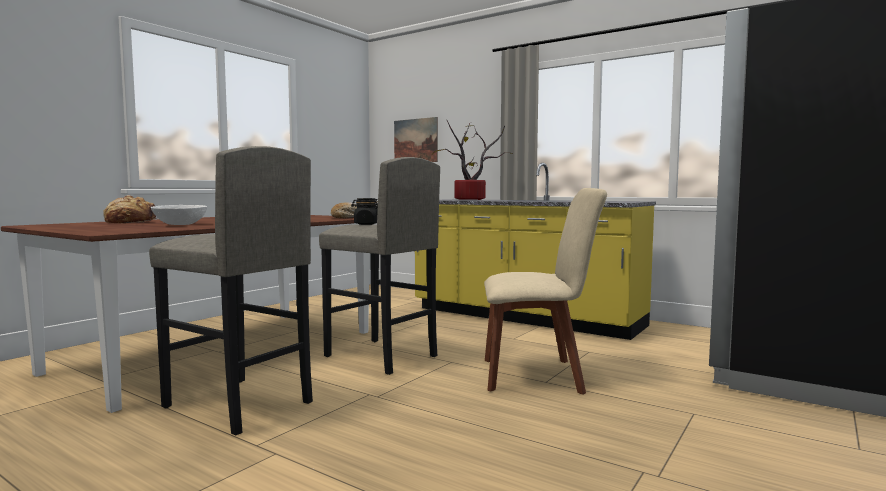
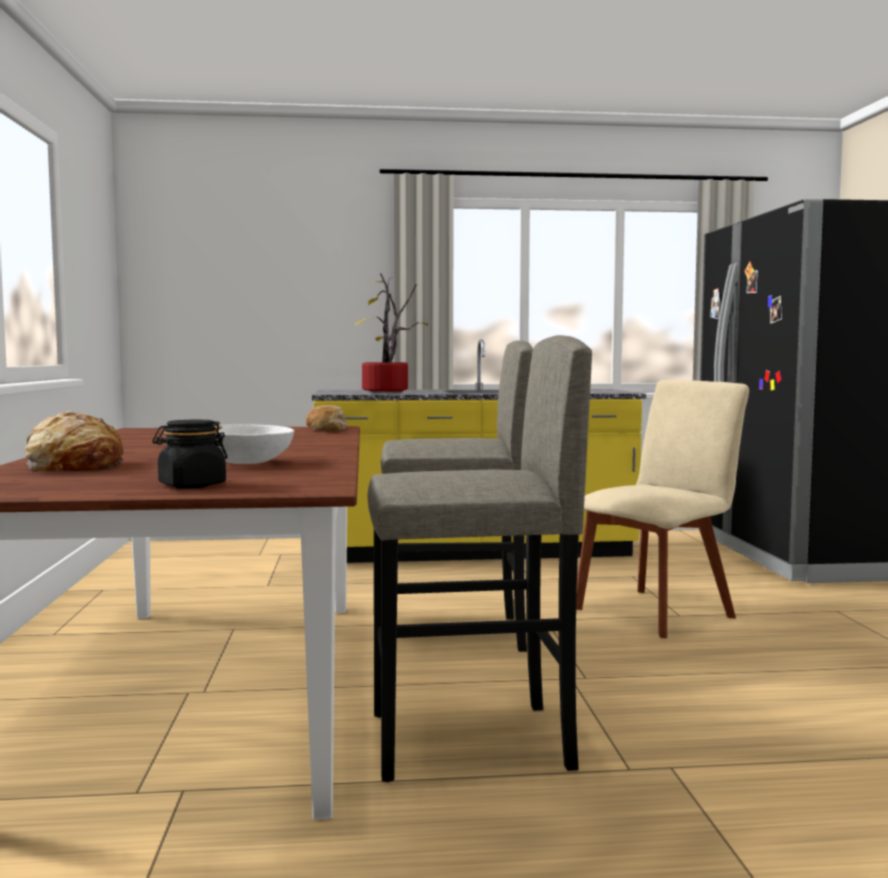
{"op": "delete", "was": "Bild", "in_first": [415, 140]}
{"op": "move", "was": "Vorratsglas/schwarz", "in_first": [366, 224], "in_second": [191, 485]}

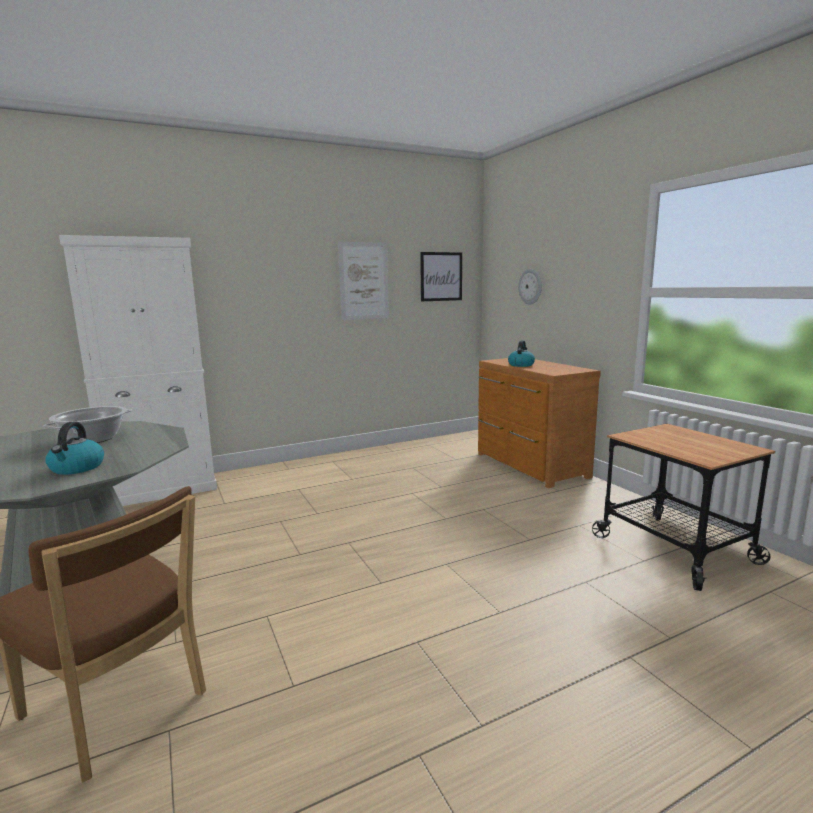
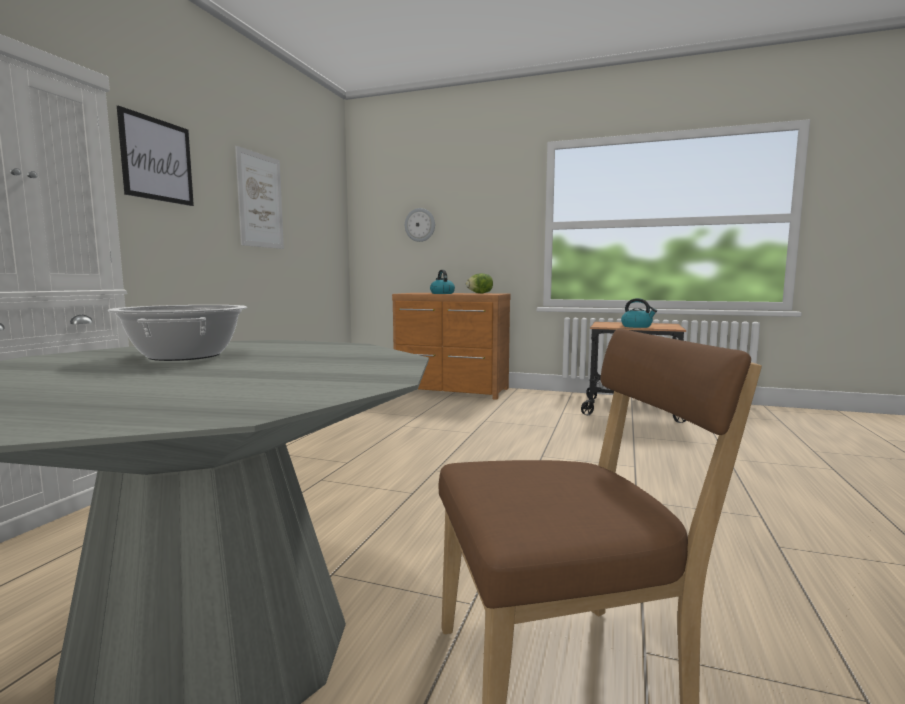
{"op": "insert", "now": "Salatkopf", "in_second": [479, 293]}
{"op": "move", "was": "Wasserkessel", "in_first": [77, 468], "in_second": [637, 326]}
{"op": "move", "was": "Bild", "in_first": [441, 276], "in_second": [157, 160]}

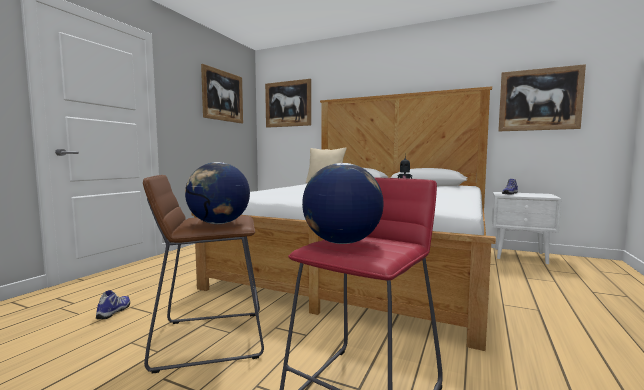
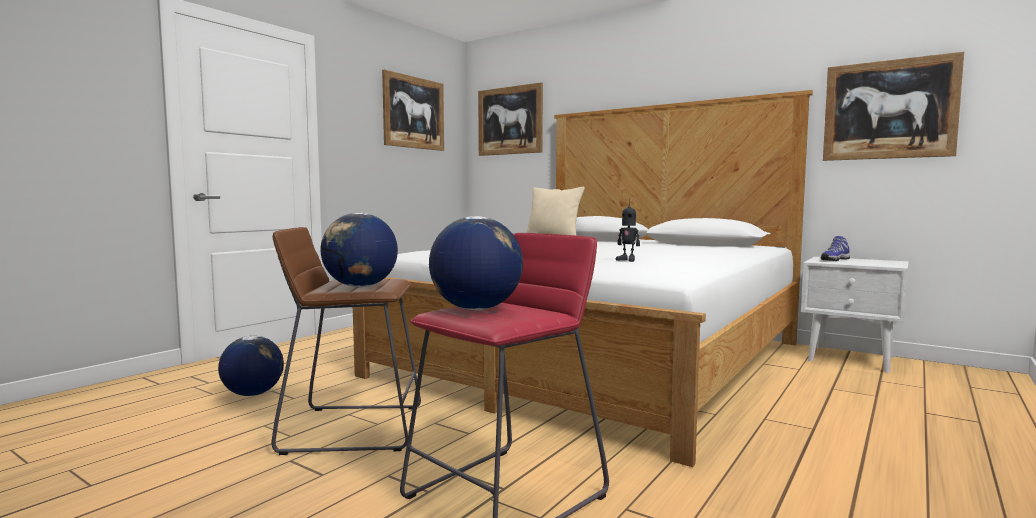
{"op": "replace", "was": "Schuh", "now": "Globus", "in_first": [115, 311], "in_second": [252, 394]}

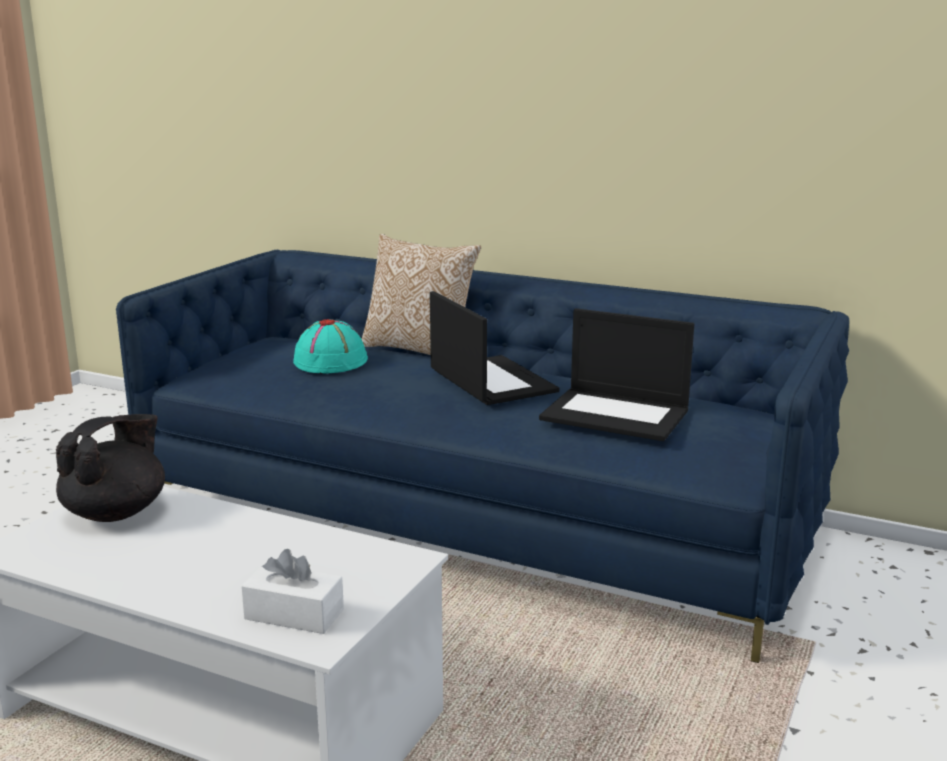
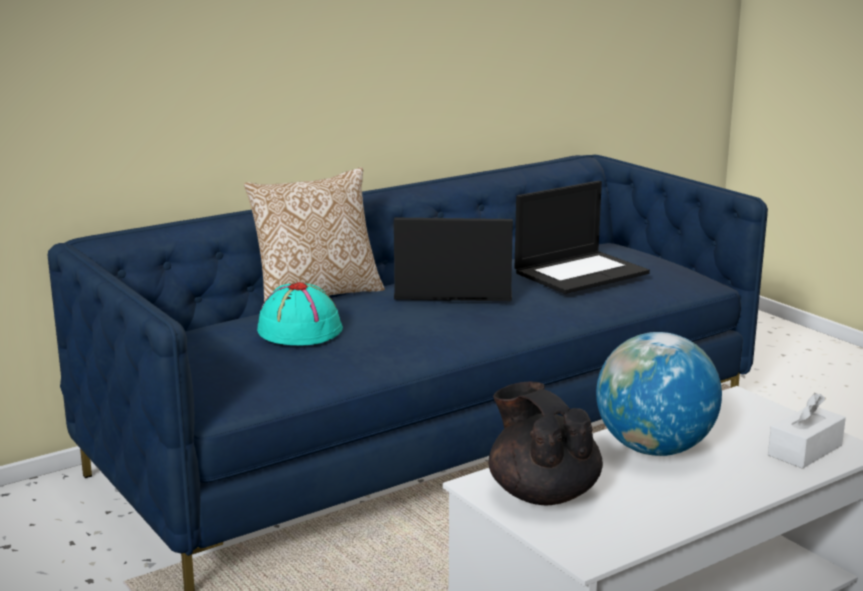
{"op": "insert", "now": "Globus", "in_second": [654, 449]}

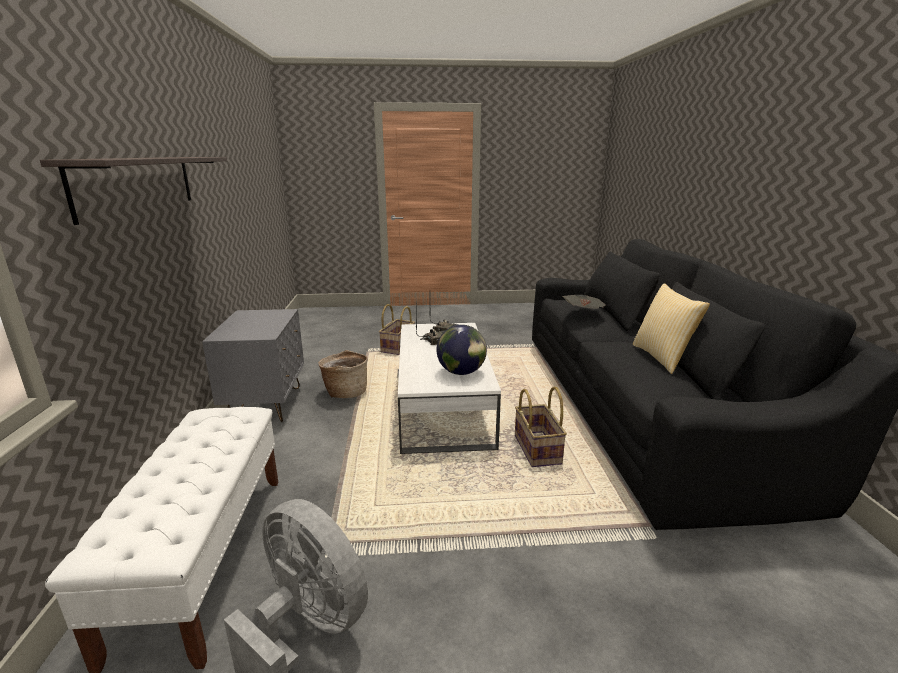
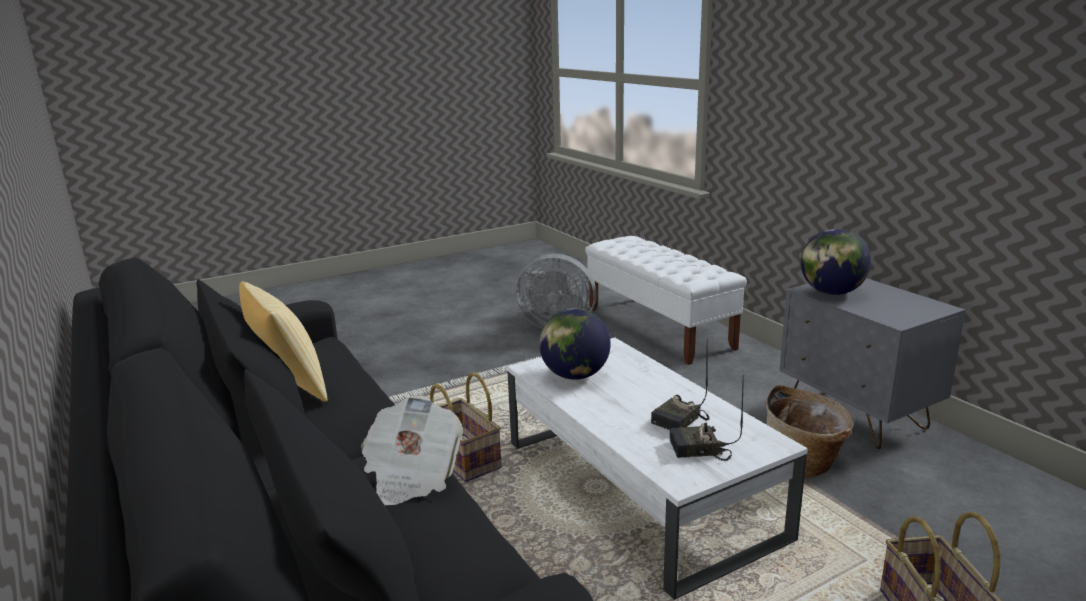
{"op": "delete", "was": "Wandregal", "in_first": [138, 184]}
{"op": "insert", "now": "Globus", "in_second": [831, 292]}

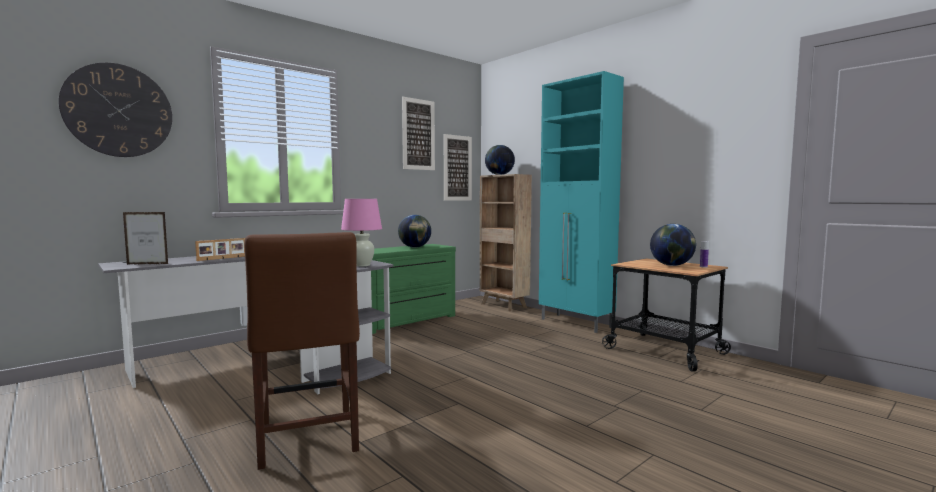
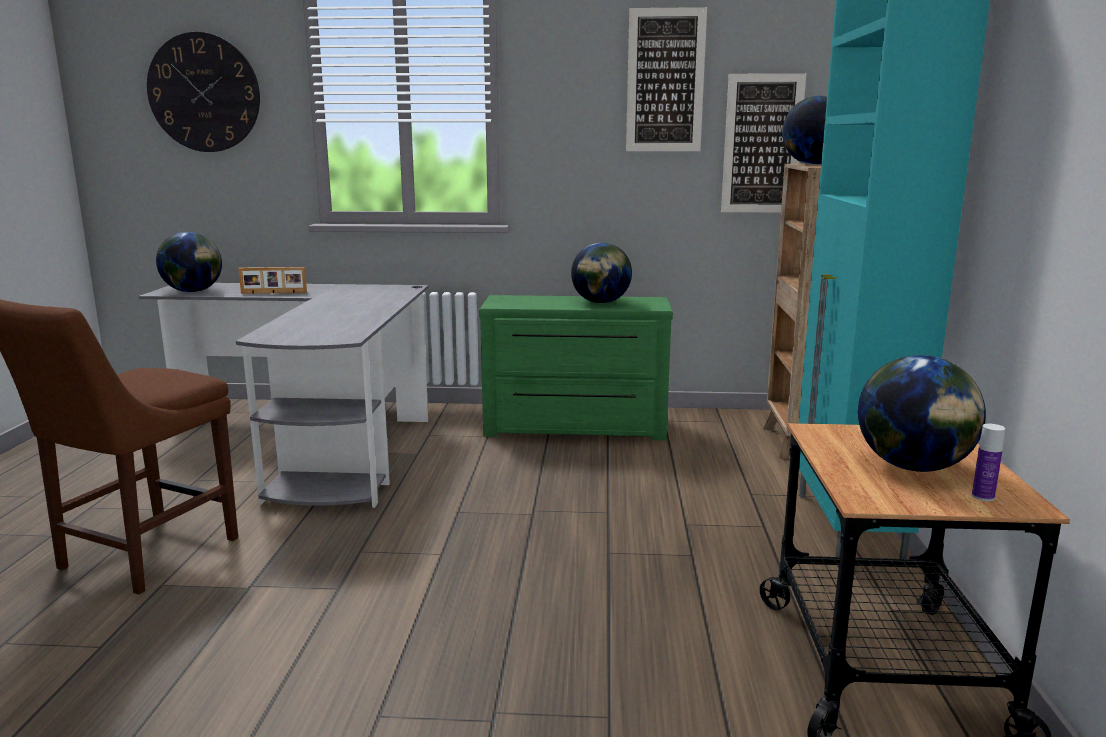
{"op": "delete", "was": "Tischlampe/rosa", "in_first": [362, 265]}
{"op": "replace", "was": "Bilderrahmen", "now": "Globus", "in_first": [147, 264], "in_second": [193, 291]}

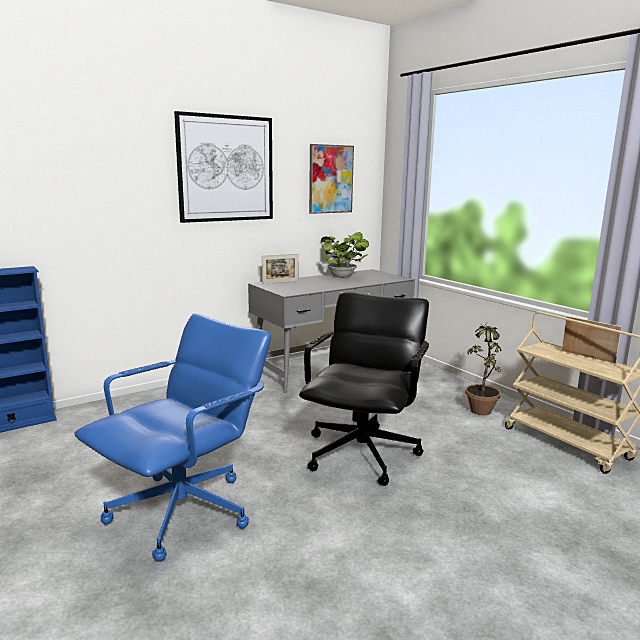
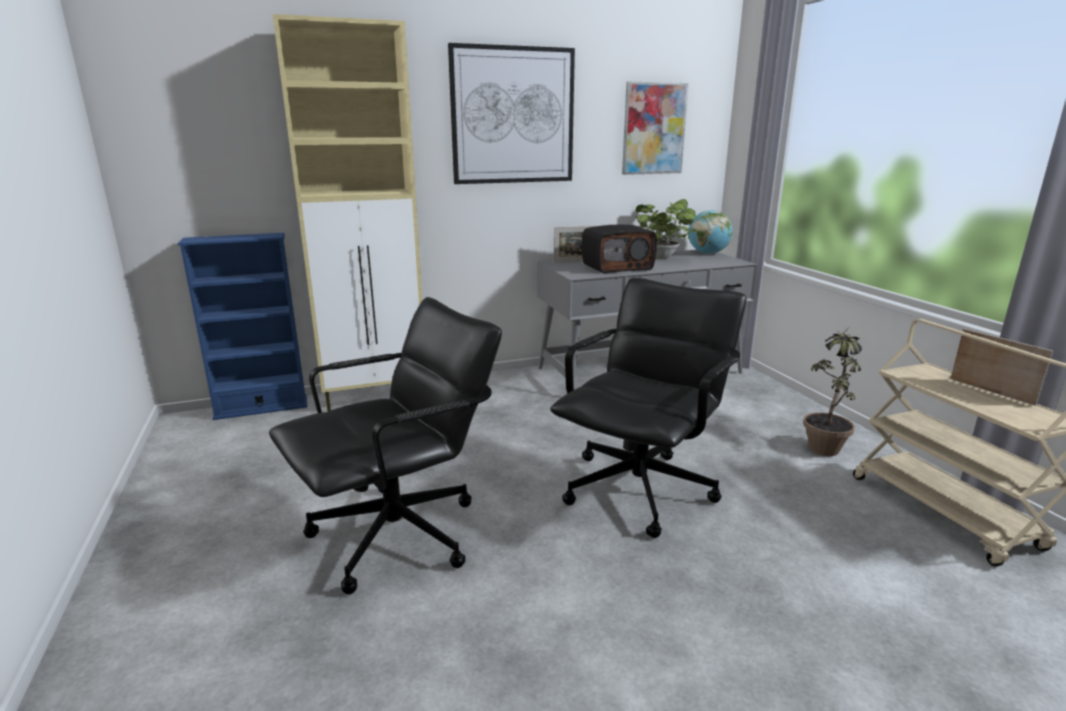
{"op": "insert", "now": "Schrank/beige", "in_second": [377, 398]}
{"op": "insert", "now": "Radio", "in_second": [617, 267]}
{"op": "insert", "now": "Globus", "in_second": [708, 253]}
{"op": "recolor", "was": "Bürostuhl/blau", "now": "Bürostuhl/schwarz", "in_first": [184, 512], "in_second": [398, 535]}

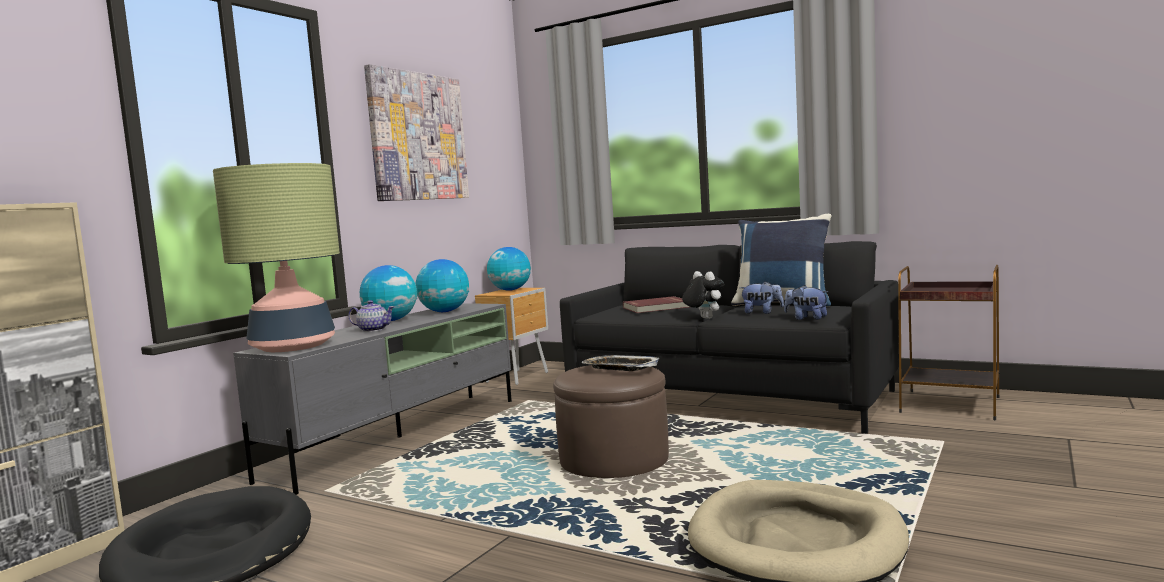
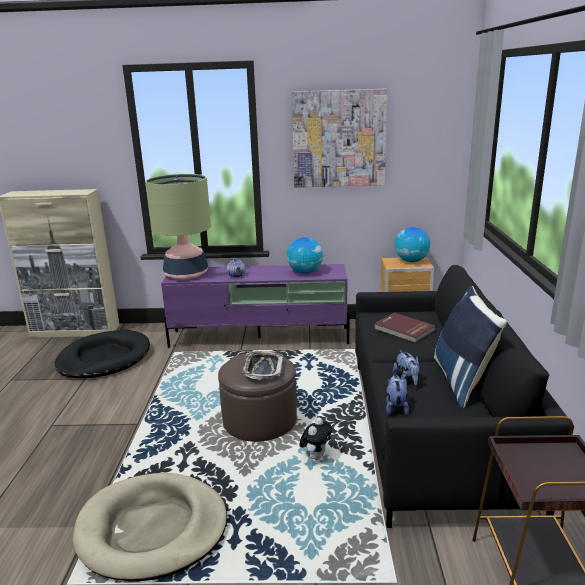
{"op": "delete", "was": "Globus", "in_first": [391, 320]}
{"op": "move", "was": "Plüschtier", "in_first": [703, 318], "in_second": [316, 456]}
{"op": "recolor", "was": "Fernsehschrank/grau", "now": "Fernsehschrank/lila", "in_first": [401, 436], "in_second": [260, 337]}

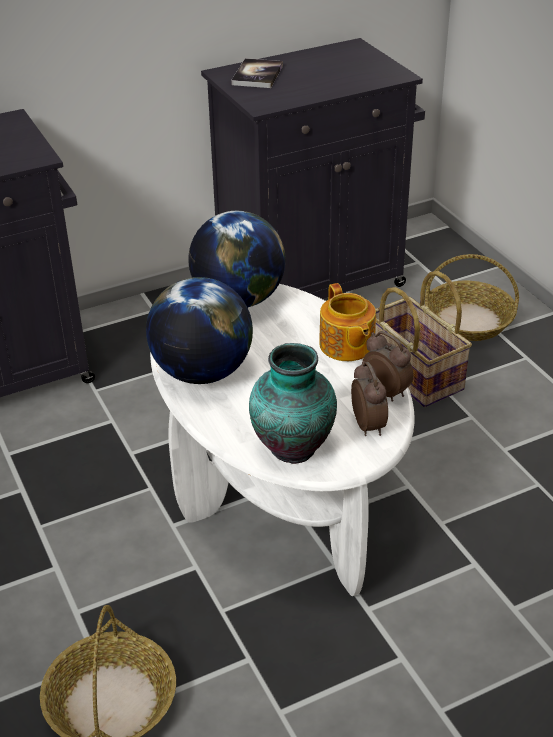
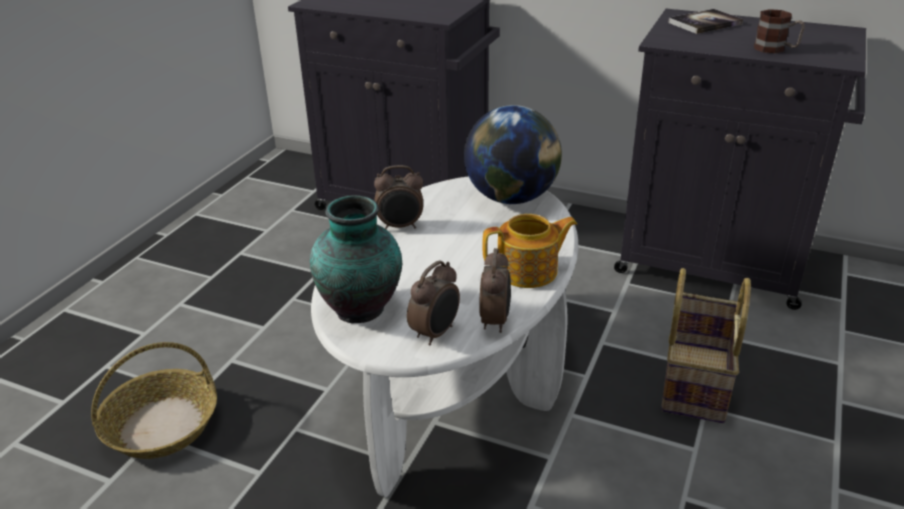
{"op": "delete", "was": "Korb", "in_first": [469, 321]}
{"op": "insert", "now": "Henkelbecher", "in_second": [776, 49]}
{"op": "replace", "was": "Globus", "now": "Wecker", "in_first": [202, 372], "in_second": [400, 226]}
{"op": "rotate", "was": "Teekanne", "in_first": [346, 345], "in_second": [528, 271], "clockwise": -135}

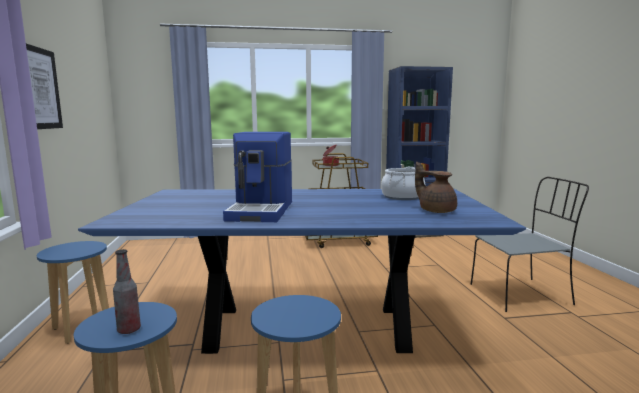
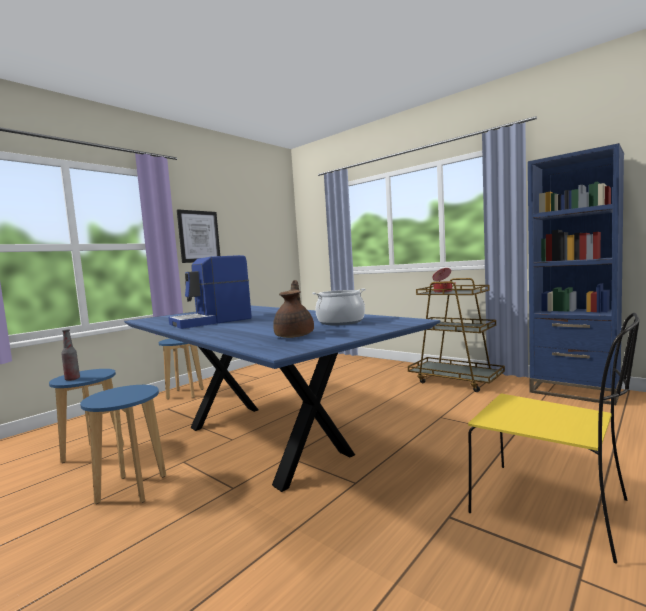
{"op": "recolor", "was": "Stuhl/grau", "now": "Stuhl/gelb", "in_first": [521, 294], "in_second": [553, 508]}

